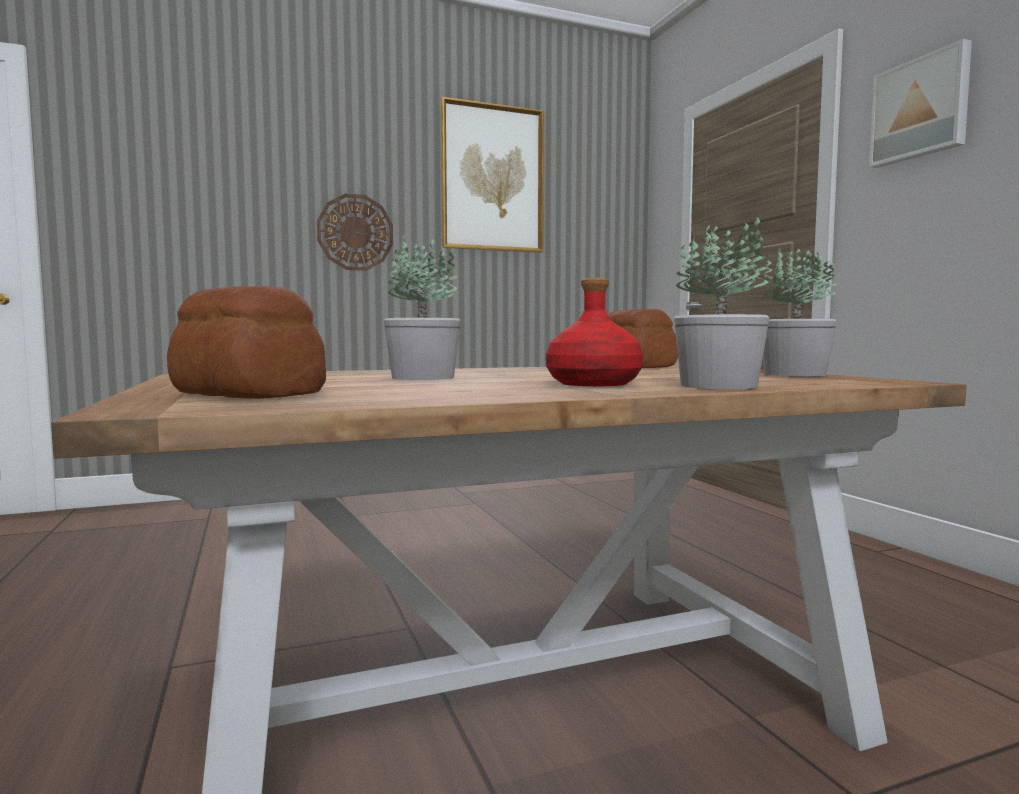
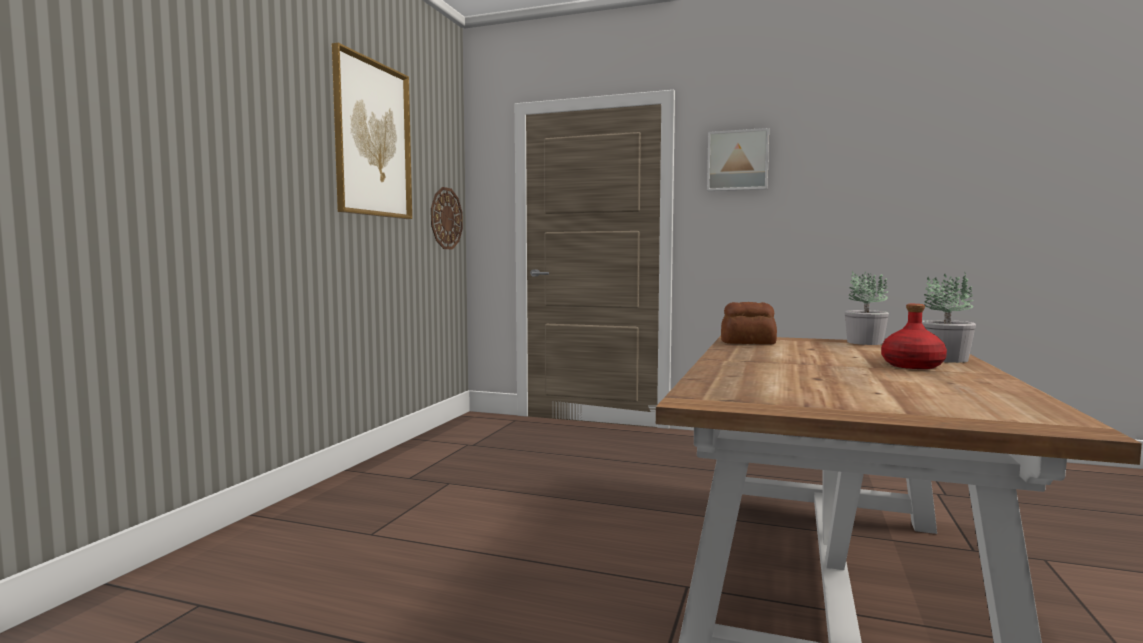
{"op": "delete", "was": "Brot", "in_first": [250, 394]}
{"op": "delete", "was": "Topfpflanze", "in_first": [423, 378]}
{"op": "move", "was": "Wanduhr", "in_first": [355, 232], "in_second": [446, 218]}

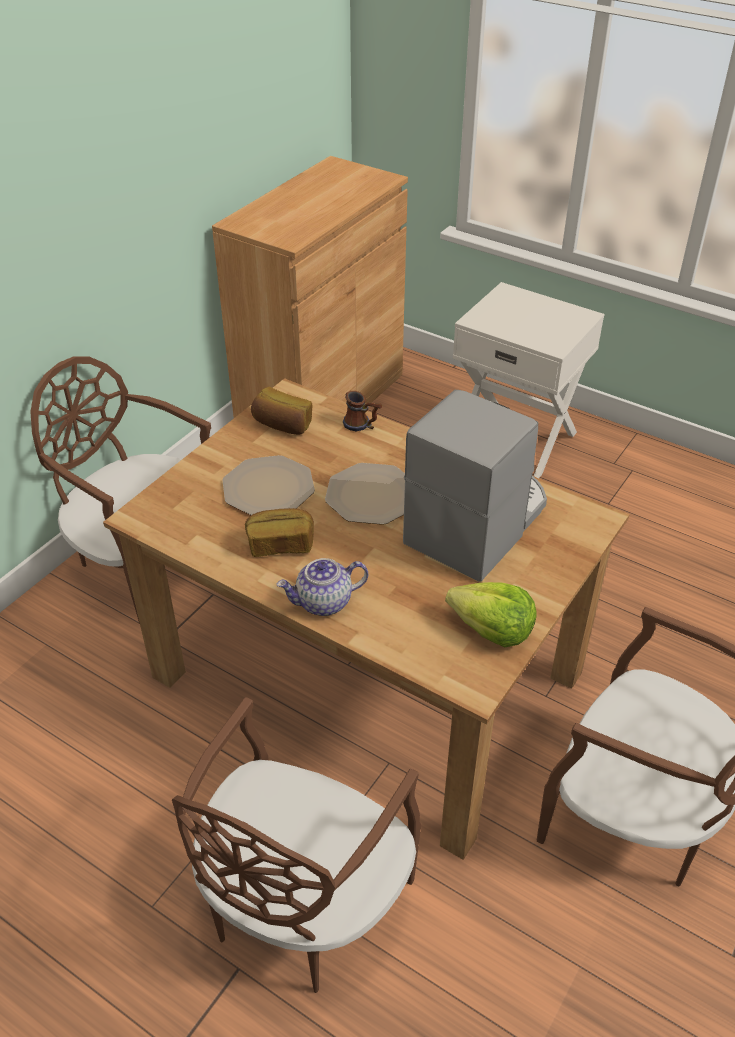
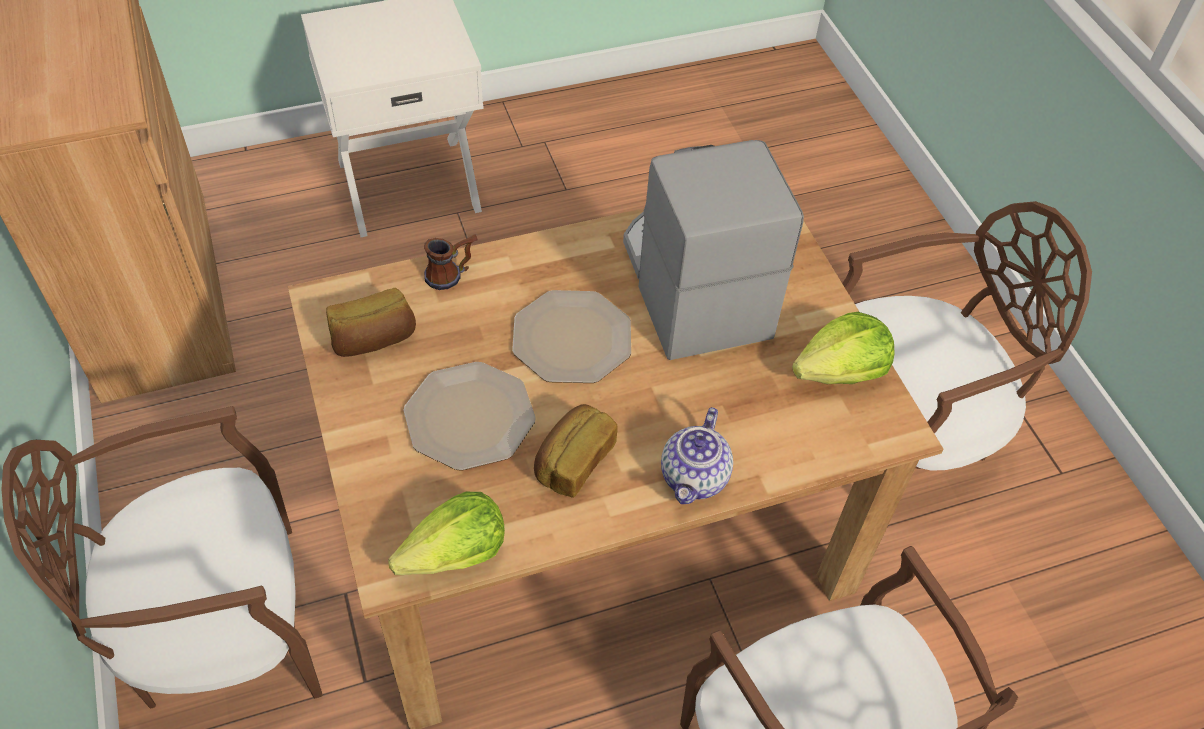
{"op": "insert", "now": "Salatkopf", "in_second": [455, 554]}

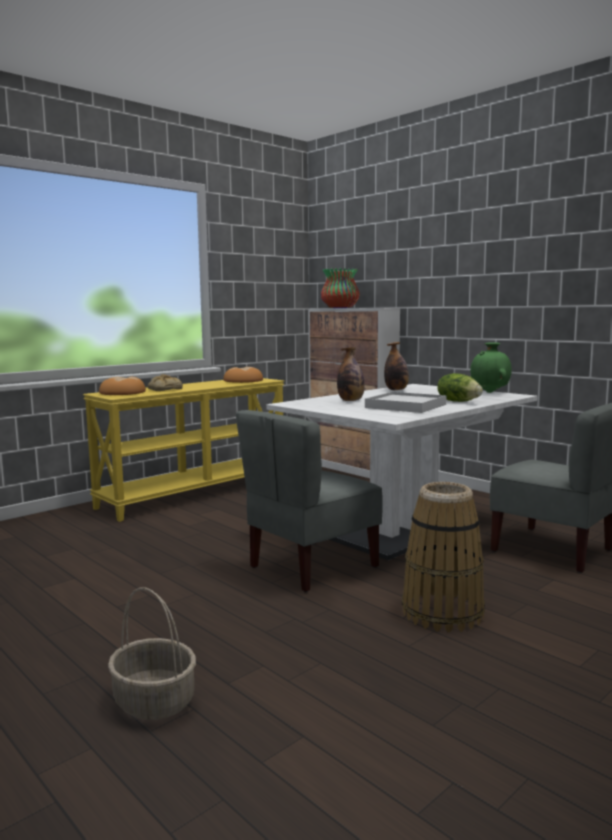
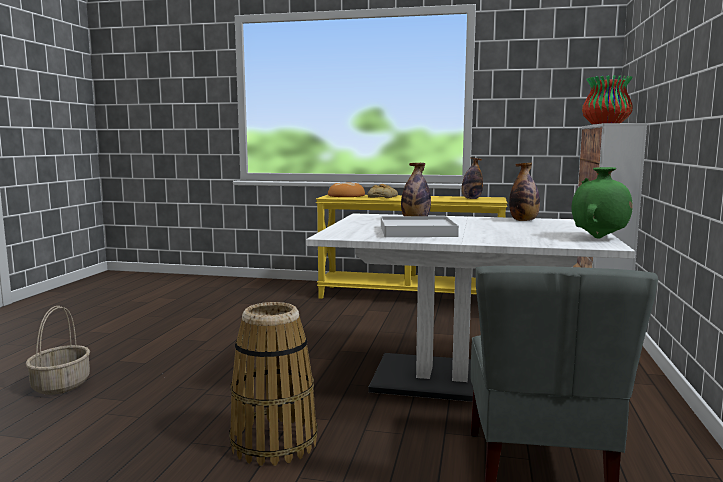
{"op": "delete", "was": "Stuhl/grau", "in_first": [311, 566]}
{"op": "delete", "was": "Salatkopf", "in_first": [458, 401]}
{"op": "replace", "was": "Brot", "now": "Flasche", "in_first": [242, 381], "in_second": [471, 198]}

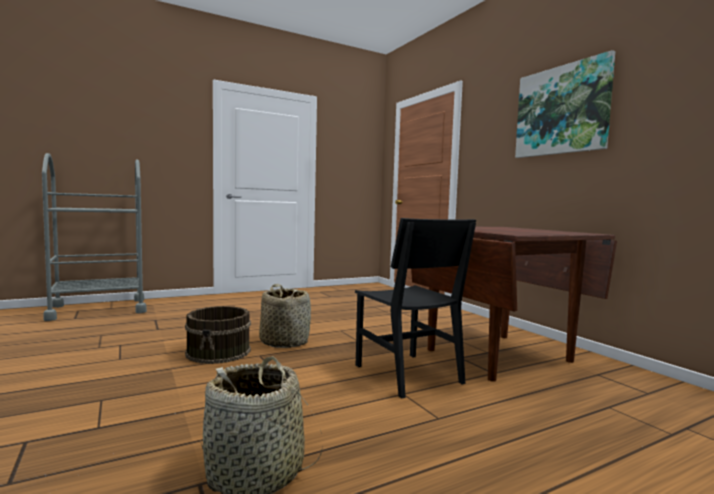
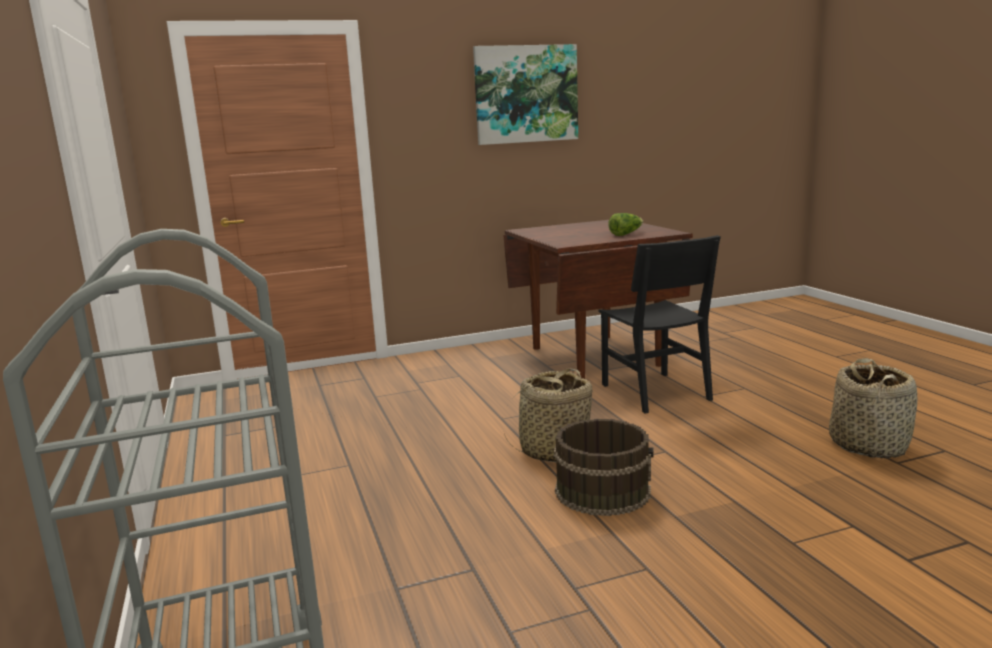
{"op": "insert", "now": "Salatkopf", "in_second": [625, 234]}
{"op": "rotate", "was": "Stuhl/schwarz", "in_first": [407, 374], "in_second": [655, 392], "clockwise": 90}

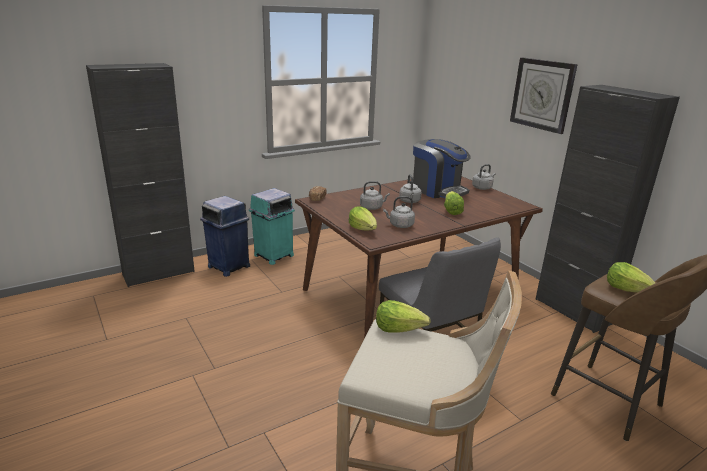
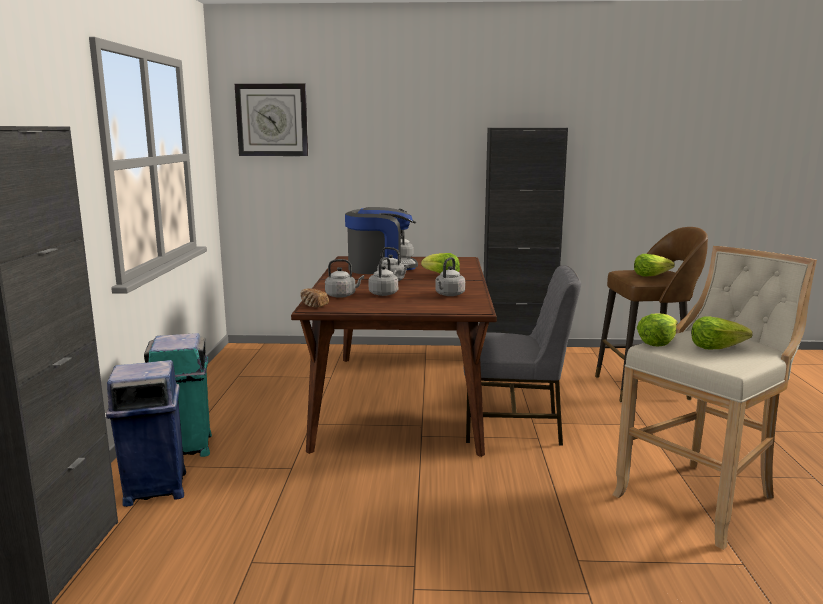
{"op": "insert", "now": "Wasserkessel/grau", "in_second": [342, 295]}
{"op": "move", "was": "Salatkopf", "in_first": [363, 229], "in_second": [716, 347]}
{"op": "move", "was": "Wanduhr", "in_first": [542, 94], "in_second": [272, 120]}

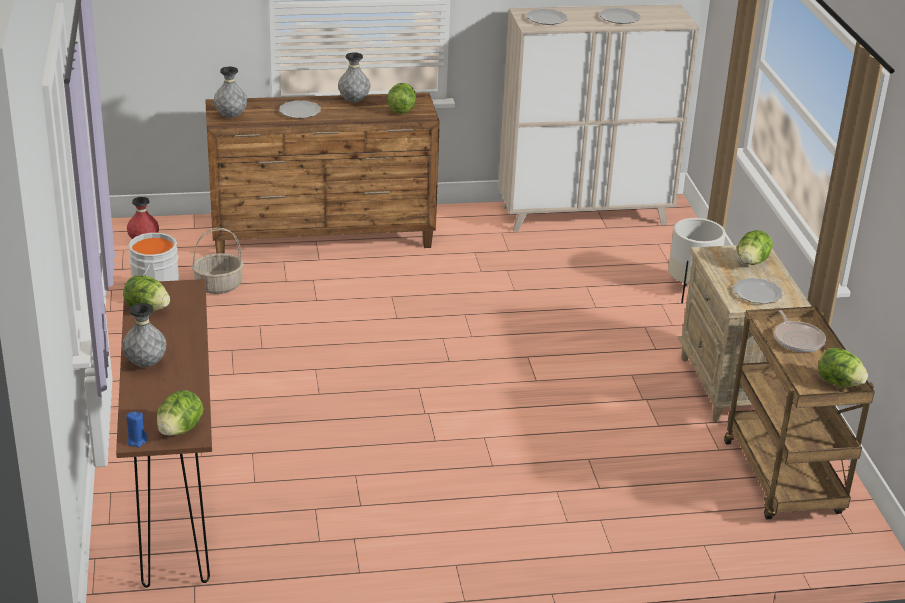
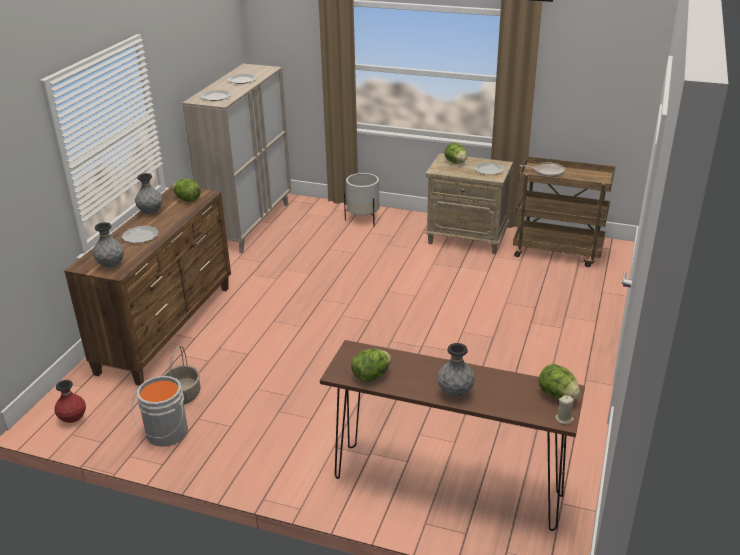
{"op": "delete", "was": "Salatkopf", "in_first": [838, 383]}
{"op": "recolor", "was": "Kerze/blau", "now": "Kerze/beige", "in_first": [137, 441], "in_second": [564, 419]}

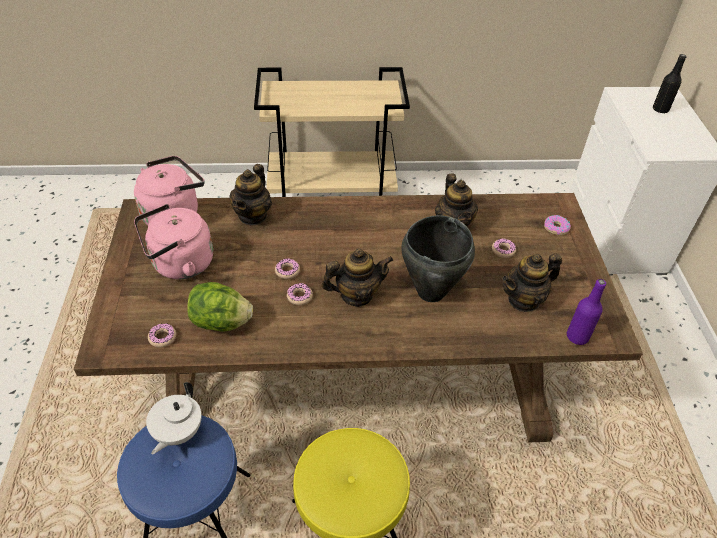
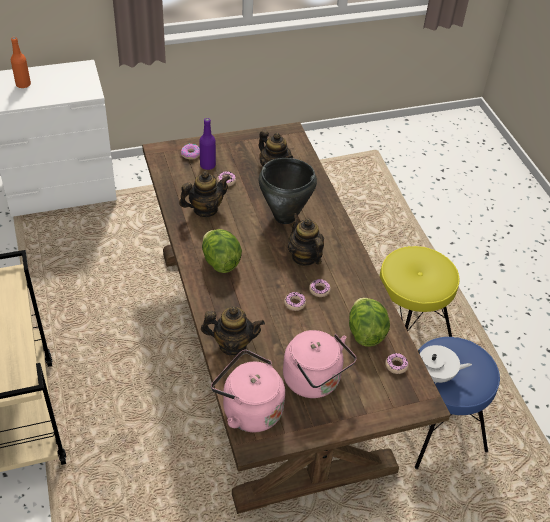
{"op": "insert", "now": "Salatkopf", "in_second": [220, 261]}
{"op": "move", "was": "Flasche/lila", "in_first": [577, 337], "in_second": [207, 165]}
{"op": "recolor", "was": "Flasche/schwarz", "now": "Flasche/orange", "in_first": [660, 109], "in_second": [23, 84]}

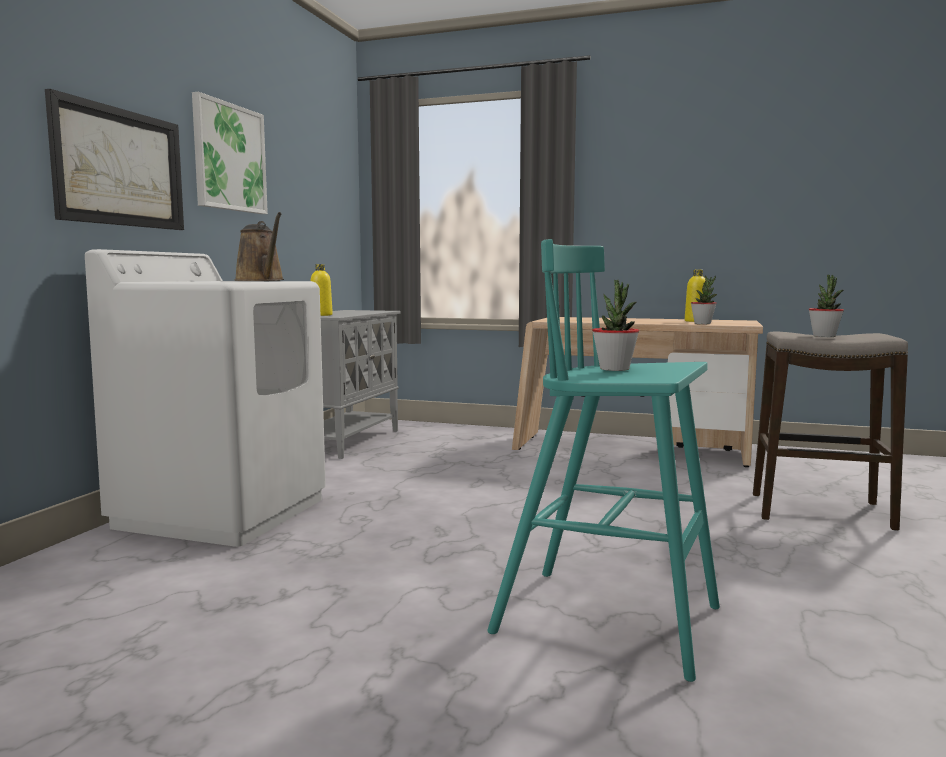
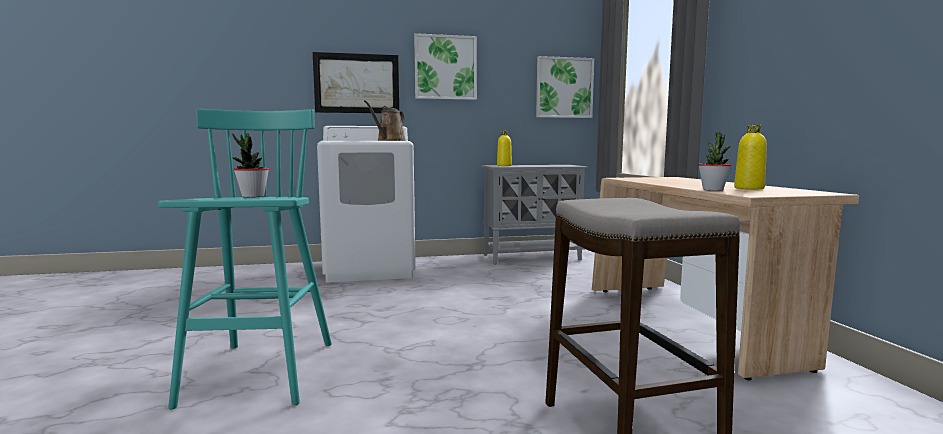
{"op": "delete", "was": "Topfpflanze", "in_first": [824, 336]}
{"op": "insert", "now": "Bild", "in_second": [564, 88]}

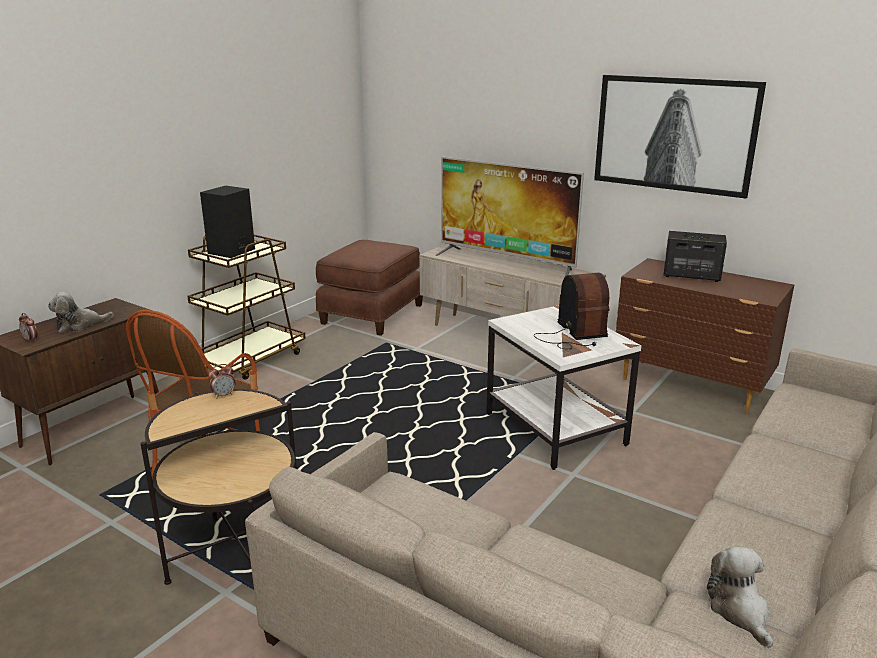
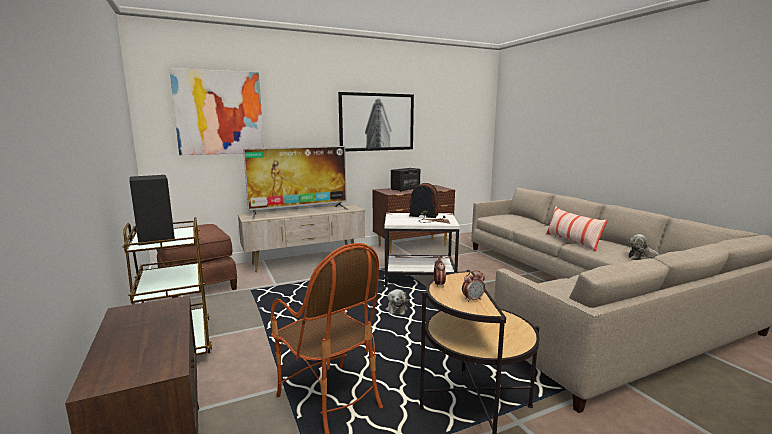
{"op": "insert", "now": "Bild", "in_second": [219, 113]}
{"op": "insert", "now": "Kissen", "in_second": [572, 242]}
{"op": "move", "was": "Wecker", "in_first": [31, 340], "in_second": [473, 299]}
{"op": "move", "was": "Plüschtier", "in_first": [80, 325], "in_second": [396, 309]}

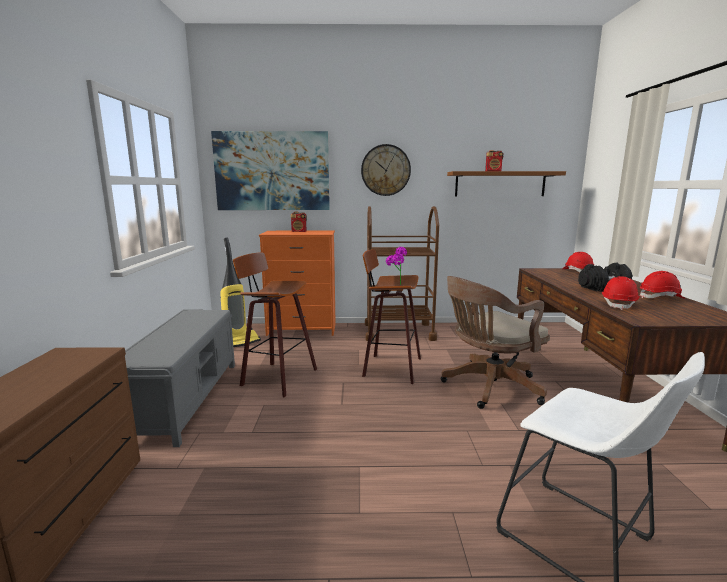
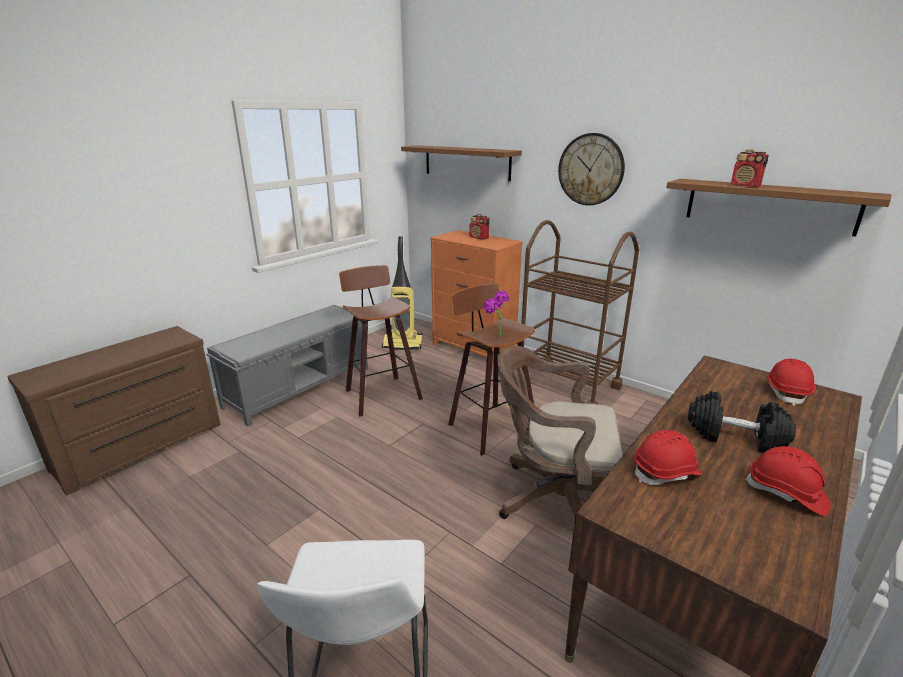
{"op": "replace", "was": "Bild", "now": "Wandregal/braun", "in_first": [272, 171], "in_second": [466, 162]}

